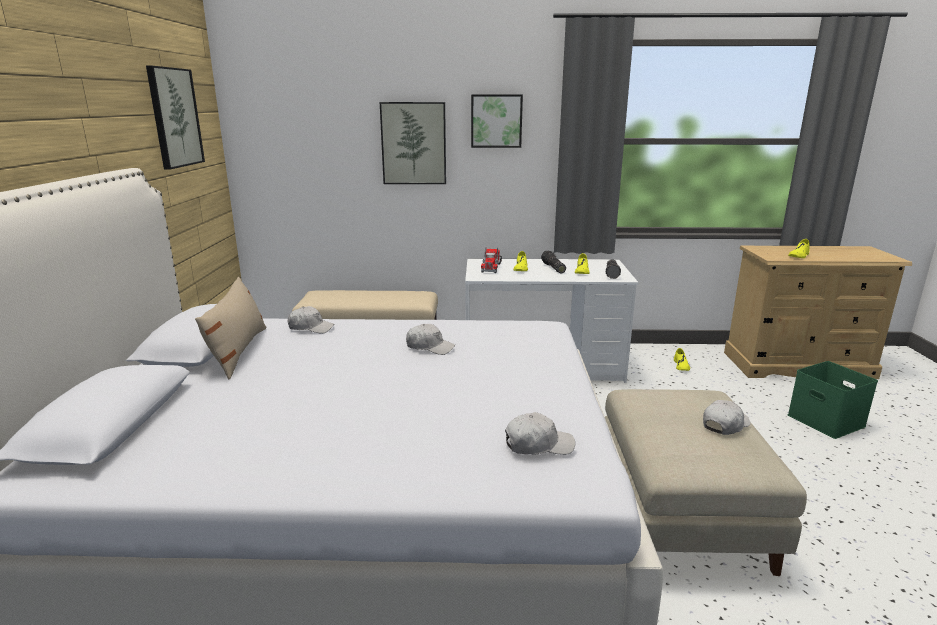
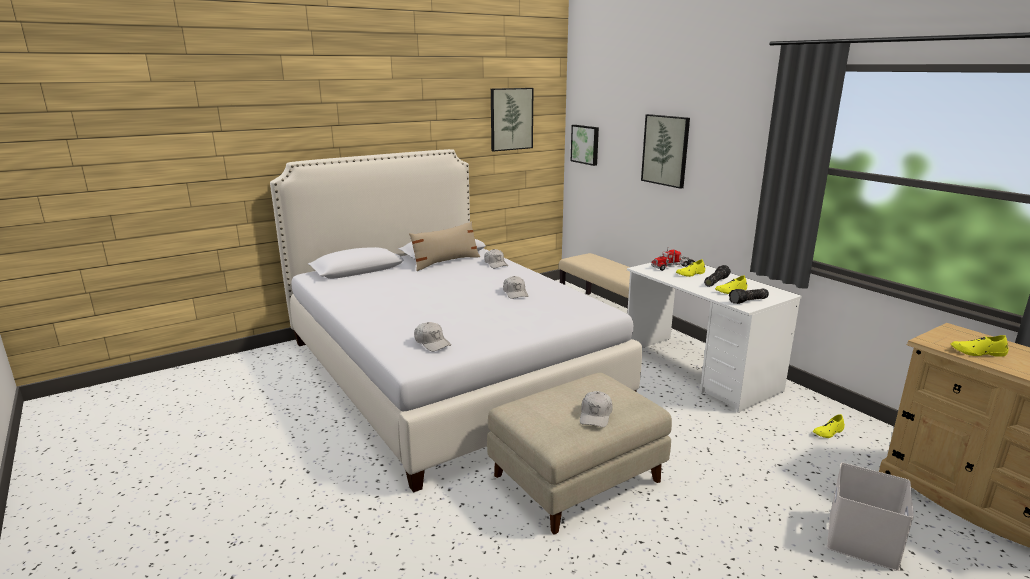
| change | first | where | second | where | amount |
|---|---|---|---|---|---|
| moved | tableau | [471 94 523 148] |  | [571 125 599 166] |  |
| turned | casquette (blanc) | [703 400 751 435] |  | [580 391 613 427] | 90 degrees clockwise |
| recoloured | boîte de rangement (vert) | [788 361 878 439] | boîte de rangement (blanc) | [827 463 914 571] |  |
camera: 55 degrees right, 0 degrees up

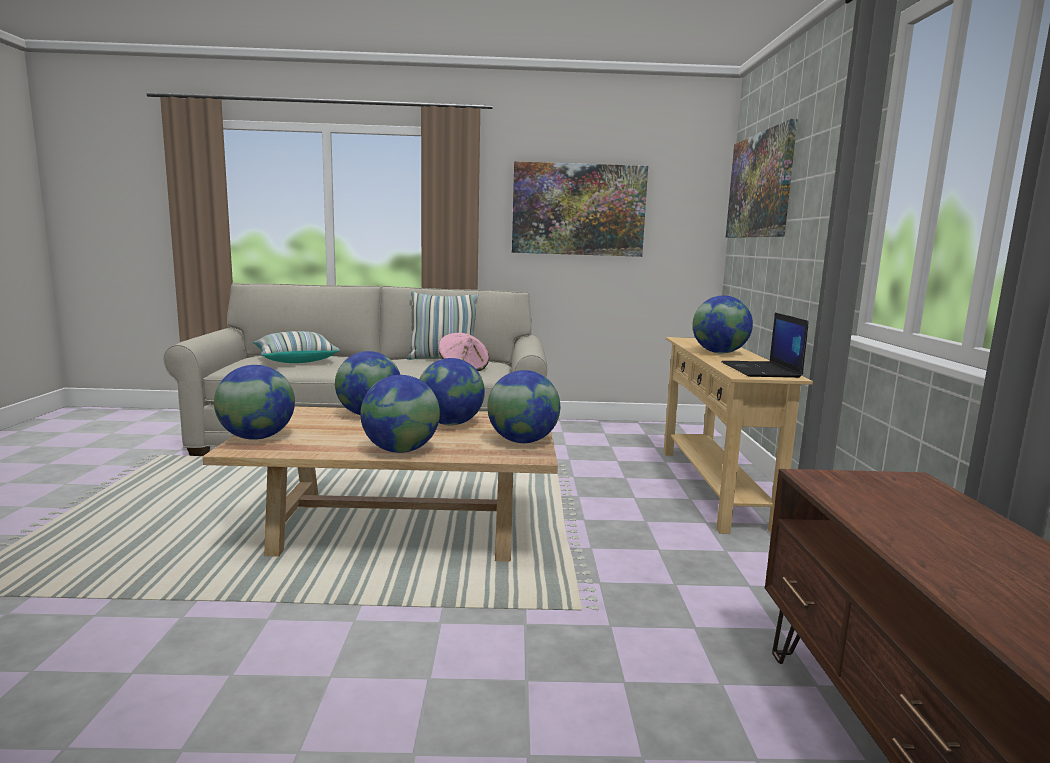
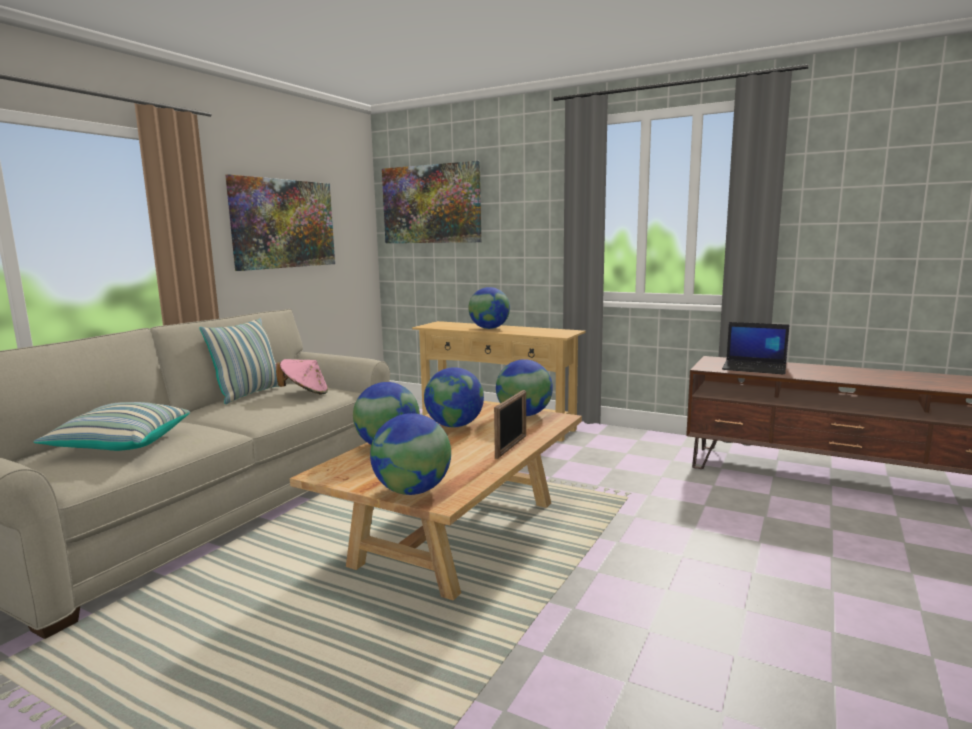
| change | first | where | second | where | amount |
|---|---|---|---|---|---|
| replaced | globe | [360 375 440 453] | cadre photo | [494 390 526 459] |  |
| moved | ordinateur portable | [721 313 809 378] |  | [722 322 789 374] |  |
camera: 60 degrees left, 0 degrees up

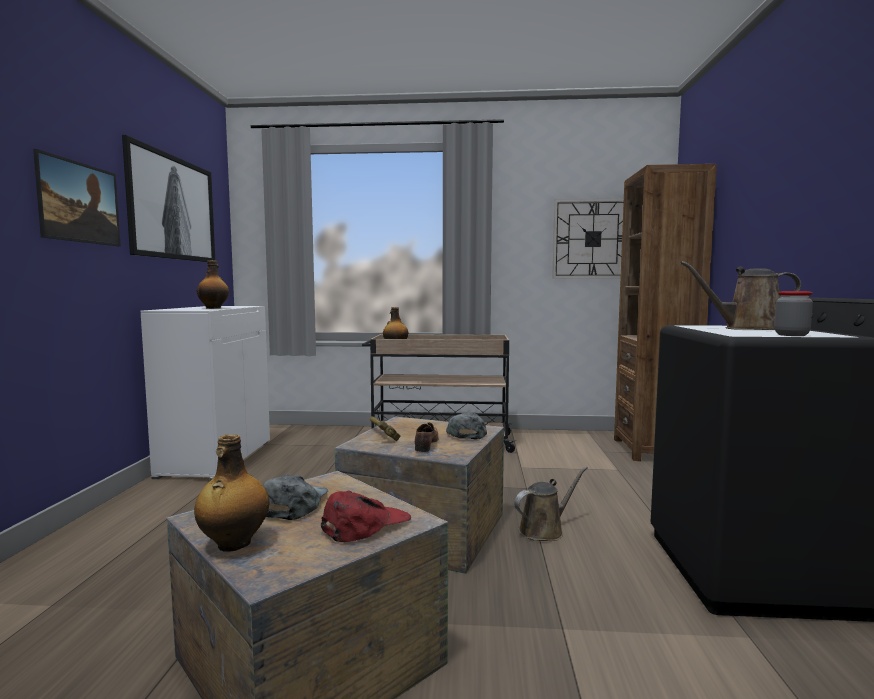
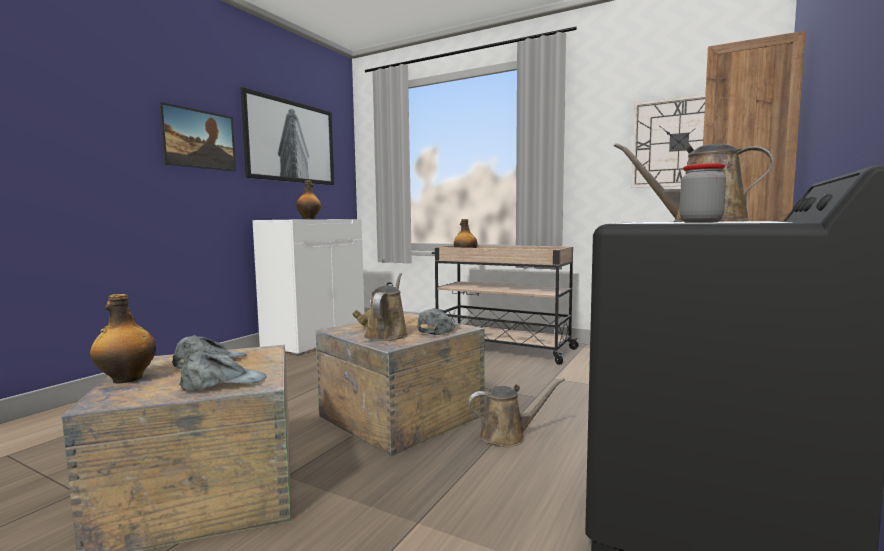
| change | first | where | second | where | amount |
|---|---|---|---|---|---|
| recoloured | casquette (rouge) | [321 491 411 542] | casquette (gris) | [179 349 267 390] |  |
| replaced | chaussure | [415 422 438 452] | arrosoir (marron) | [364 273 408 341] |  |
camera: 25 degrees right, 0 degrees up

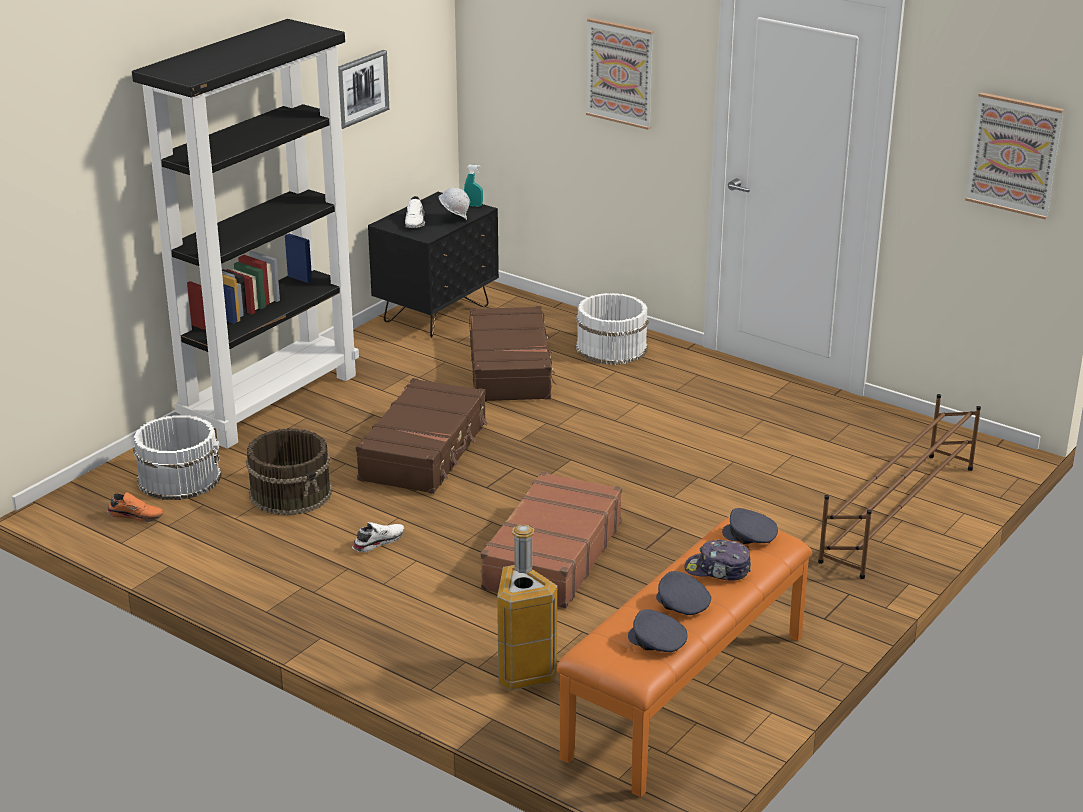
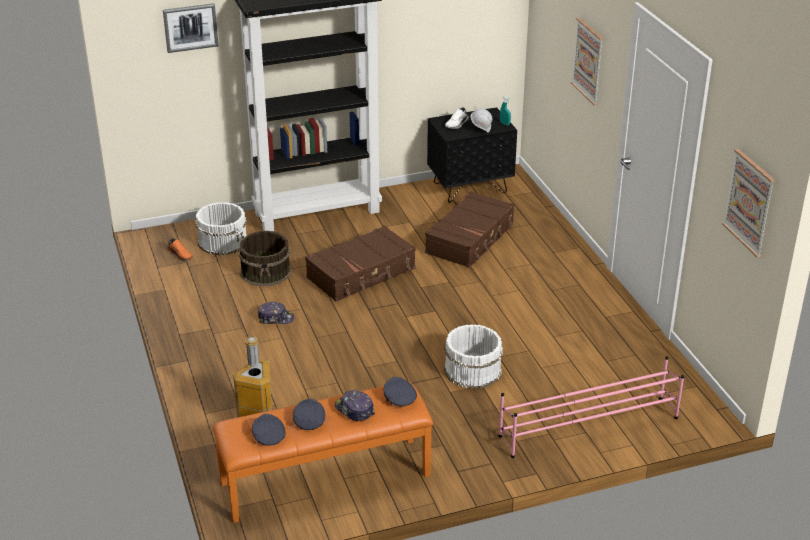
| change | first | where | second | where | amount |
|---|---|---|---|---|---|
| moved | tableau | [338 50 389 129] |  | [163 3 218 53] |  |
| replaced | chaussure (blanc) | [352 522 404 552] | casquette | [258 302 294 324] |  |
| moved | seau (blanc) | [576 293 649 365] |  | [444 324 503 389] |  |
| recoloured | étagère à chaussures (marron) | [818 394 981 579] | étagère à chaussures (rose) | [498 356 684 458] |  |
| removed | valise (marron) | [480 471 622 608] |  |  |  |
camera: 35 degrees right, 5 degrees up

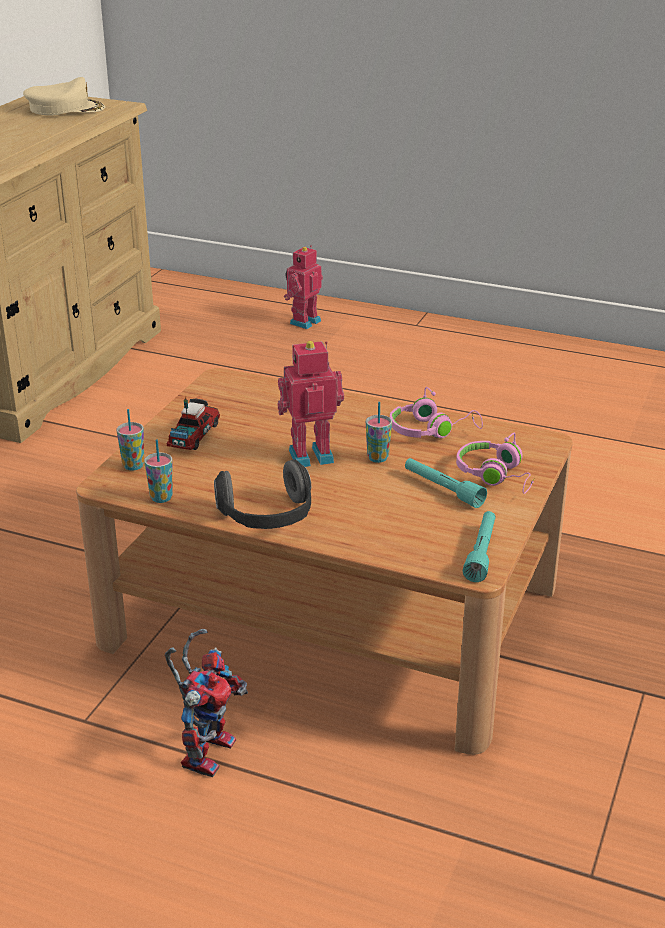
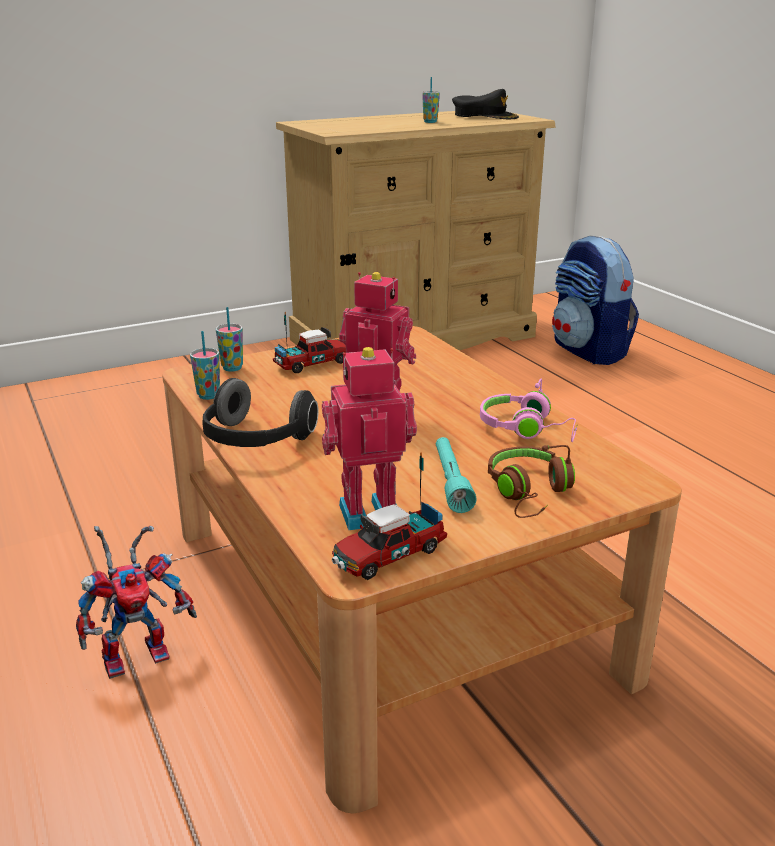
| change | first | where | second | where | amount |
|---|---|---|---|---|---|
| moved | robot jouet | [284 245 323 329] |  | [322 347 417 530] |  |
| replaced | lampe de poche (turquoise) | [463 511 496 582] | camion jouet | [332 452 447 580] |  |
| moved | tasse | [366 402 392 463] |  | [422 77 440 123] |  |
| recoloured | casquette (beige) | [23 77 105 116] | casquette (noir) | [452 89 519 119] |  |
| recoloured | casque audio (rose) | [456 433 535 494] | casque audio (marron) | [488 445 575 518] |  |
| added |  |  | sac à dos | [552 236 639 365] |  |
camera: 40 degrees right, 5 degrees down

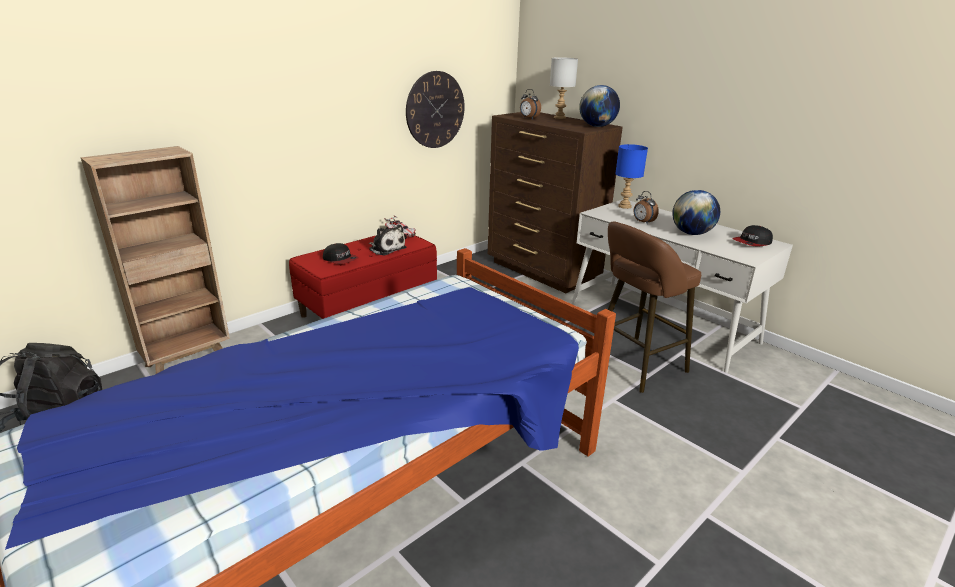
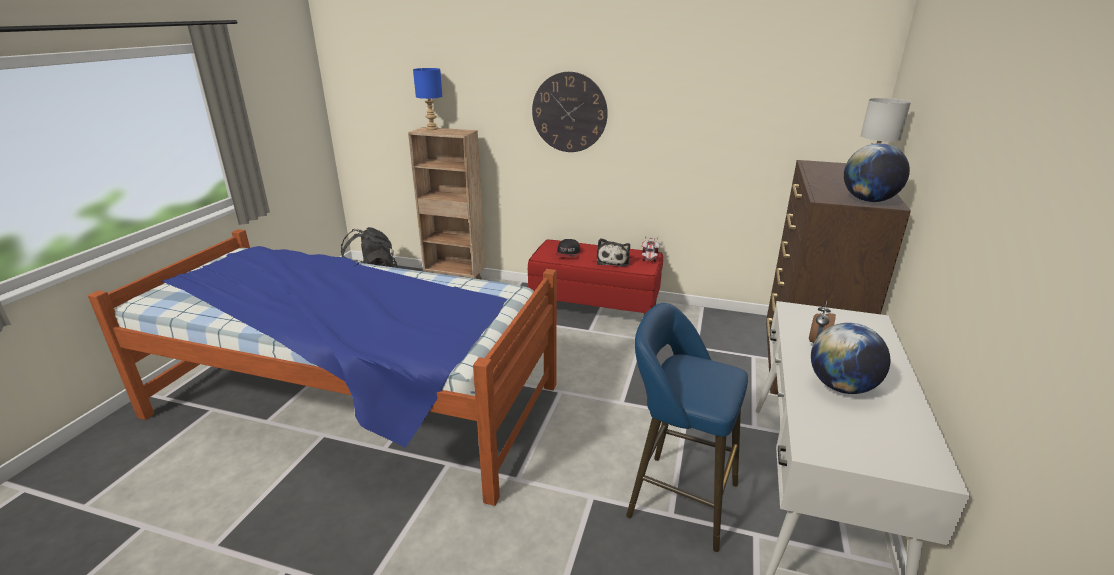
| change | first | where | second | where | amount |
|---|---|---|---|---|---|
| moved | lampe de table (bleu) | [615 144 648 209] |  | [413 68 443 130] |  |
| moved | horloge murale | [406 71 465 148] |  | [532 72 608 152] |  |
| recoloured | tabouret (marron) | [608 221 701 393] | tabouret (bleu) | [626 303 748 552] |  |
| removed | réveil | [520 89 541 119] |  |  |  |
| removed | casquette | [732 225 773 247] |  |  |  |
camera: 60 degrees right, 0 degrees up

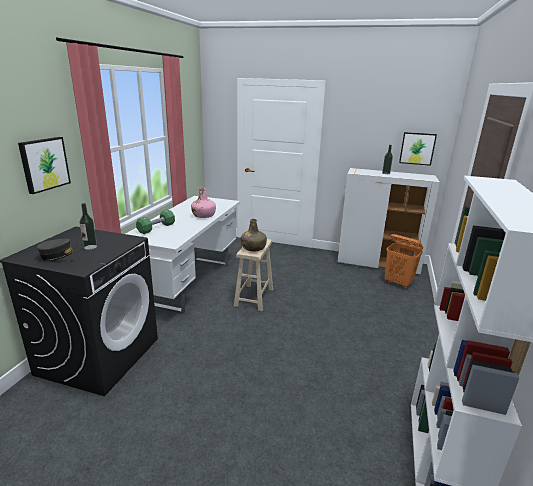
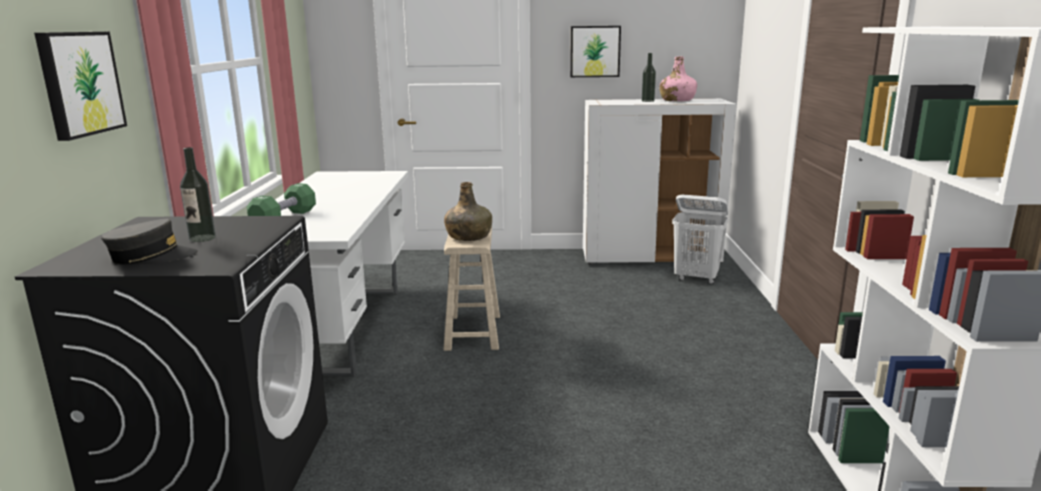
| change | first | where | second | where | amount |
|---|---|---|---|---|---|
| moved | tableau | [399 132 437 166] |  | [570 26 621 77] |  |
| moved | bouteille (rose) | [191 188 216 218] |  | [659 56 697 101] |  |
| recoloured | panier à linge (orange) | [385 234 423 289] | panier à linge (blanc) | [672 195 728 284] |  |
camera: 15 degrees left, 5 degrees down

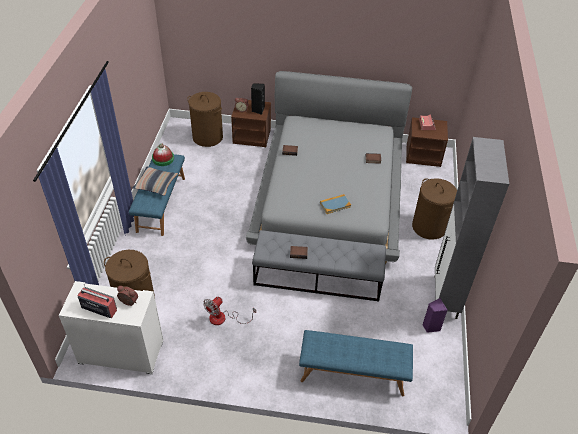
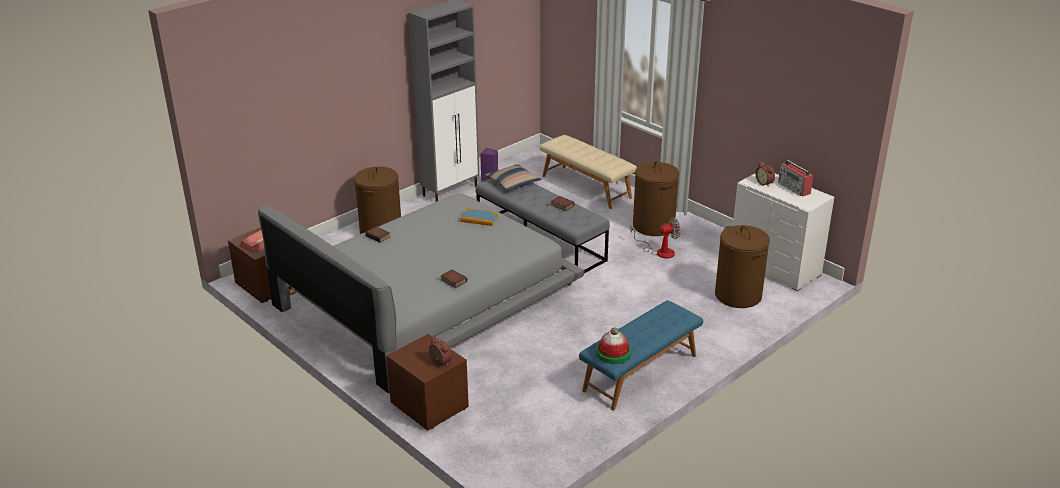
| change | first | where | second | where | amount |
|---|---|---|---|---|---|
| moved | coussin | [132 167 178 196] |  | [485 164 542 191] |  |
| recoloured | banc (bleu) | [299 330 413 397] | banc (beige) | [539 135 637 209] |  |
| moved | panier à linge (marron) | [187 92 223 147] |  | [633 161 679 236] |  |
| removed | enceinte (noir) | [251 84 265 114] |  |  |  |
camera: 140 degrees left, 15 degrees down

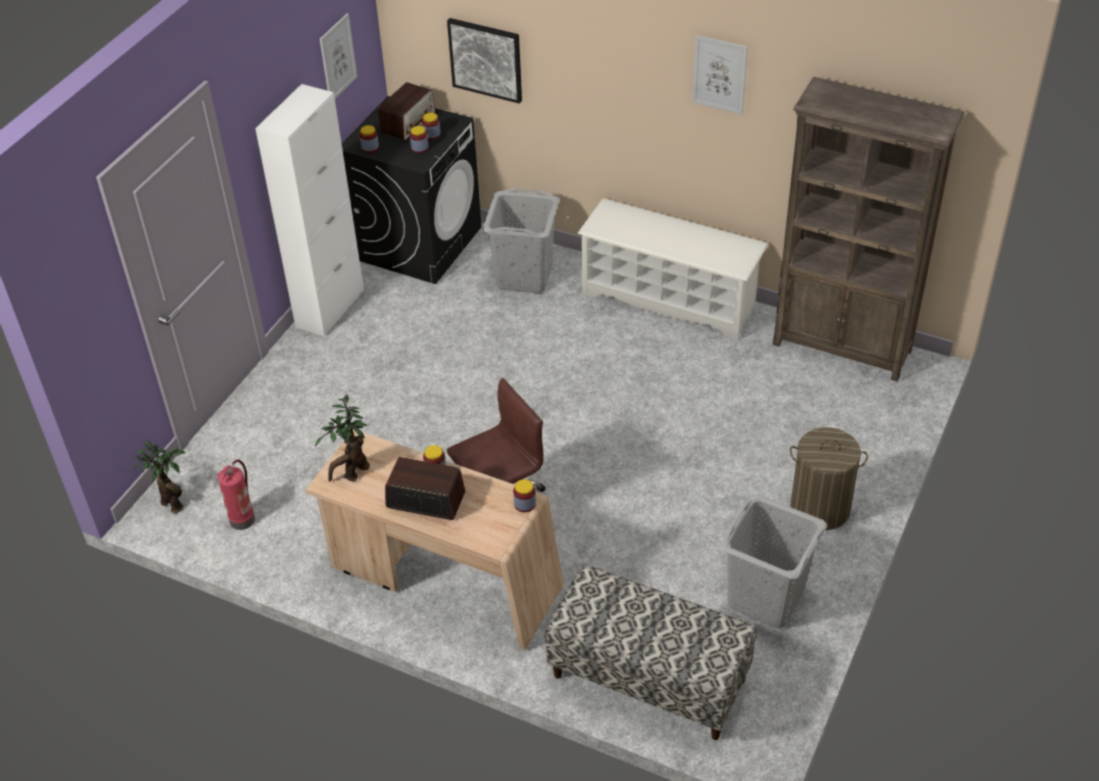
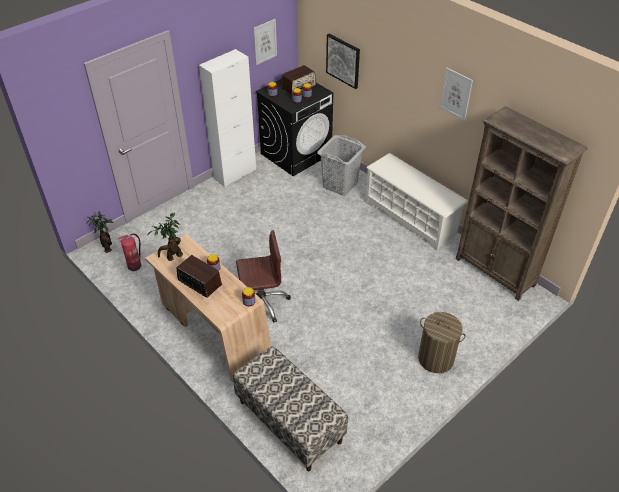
| change | first | where | second | where | amount |
|---|---|---|---|---|---|
| removed | panier à linge (gris) | [720 494 827 629] |  |  |  |
camera: 20 degrees right, 0 degrees up

